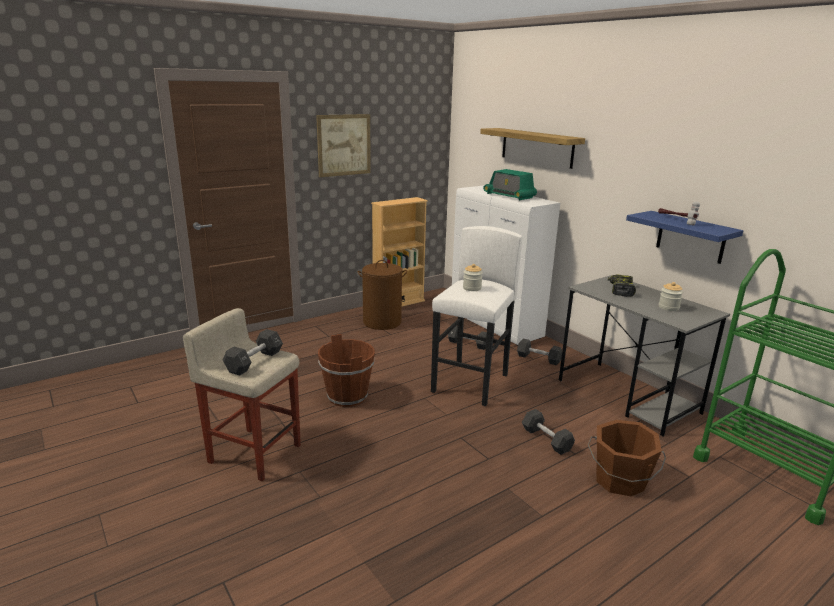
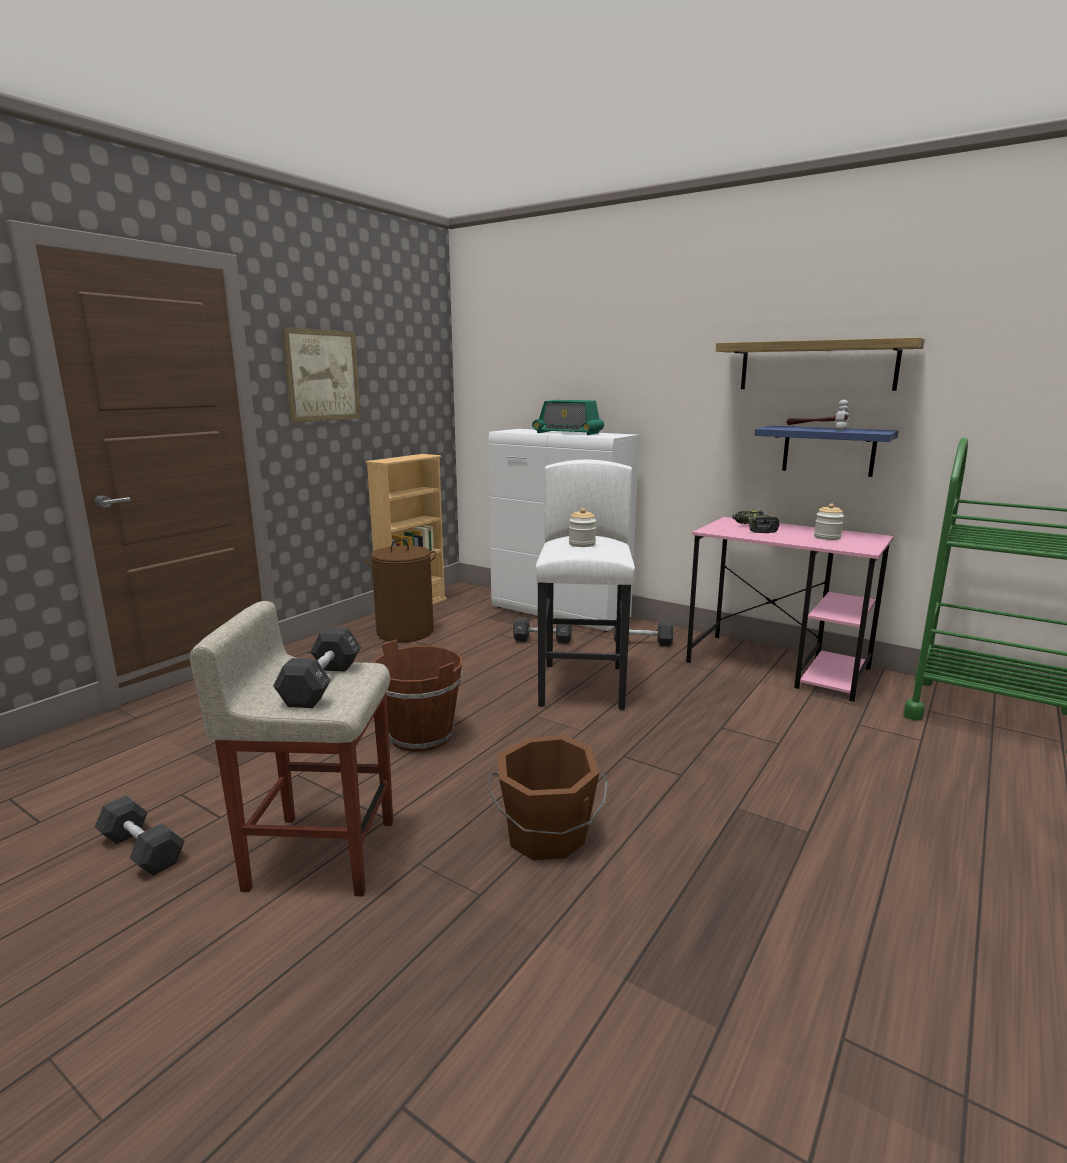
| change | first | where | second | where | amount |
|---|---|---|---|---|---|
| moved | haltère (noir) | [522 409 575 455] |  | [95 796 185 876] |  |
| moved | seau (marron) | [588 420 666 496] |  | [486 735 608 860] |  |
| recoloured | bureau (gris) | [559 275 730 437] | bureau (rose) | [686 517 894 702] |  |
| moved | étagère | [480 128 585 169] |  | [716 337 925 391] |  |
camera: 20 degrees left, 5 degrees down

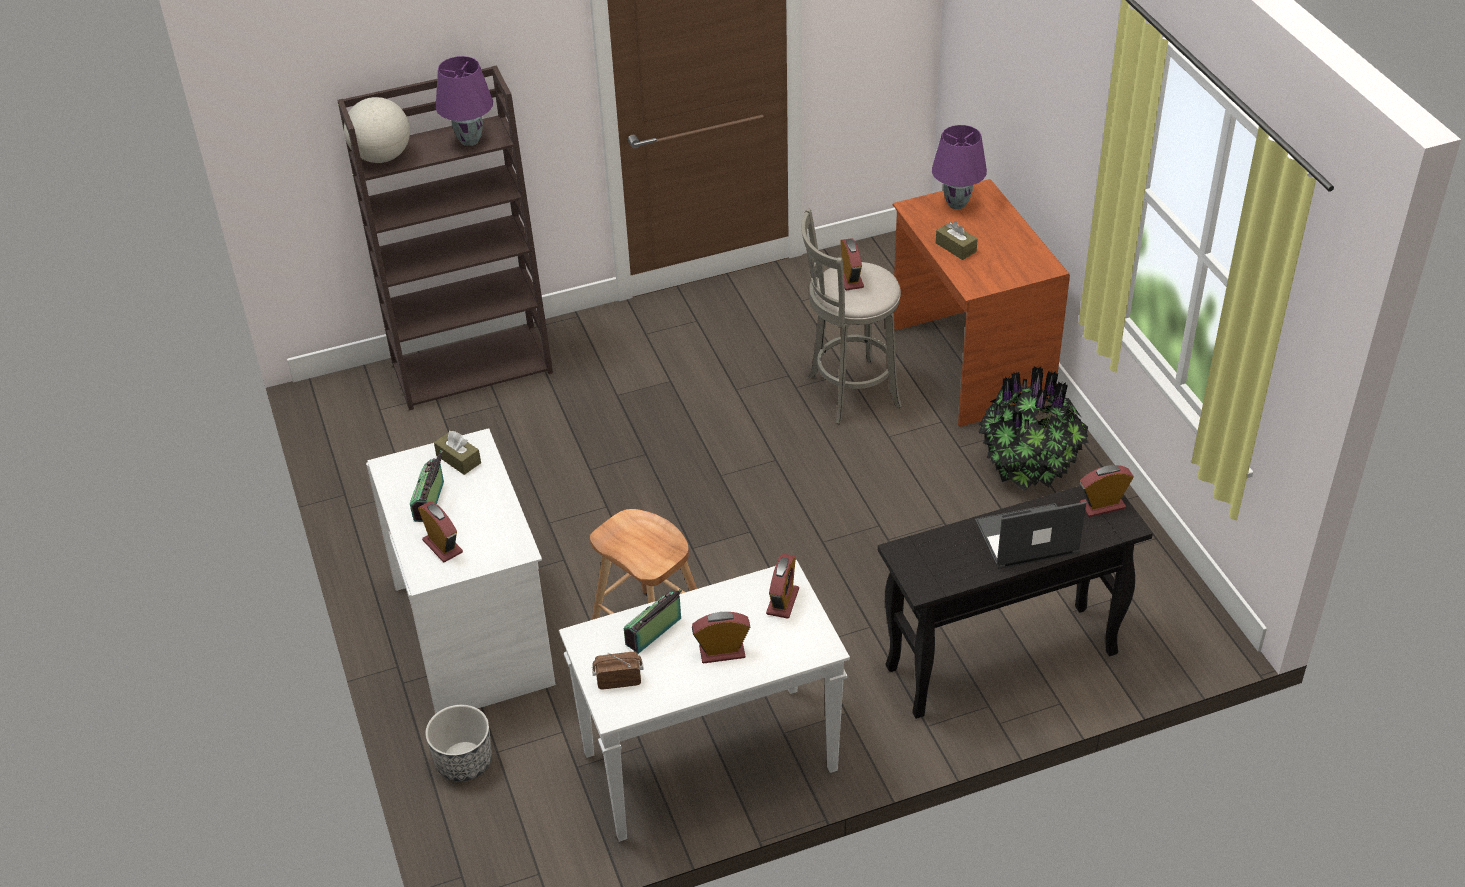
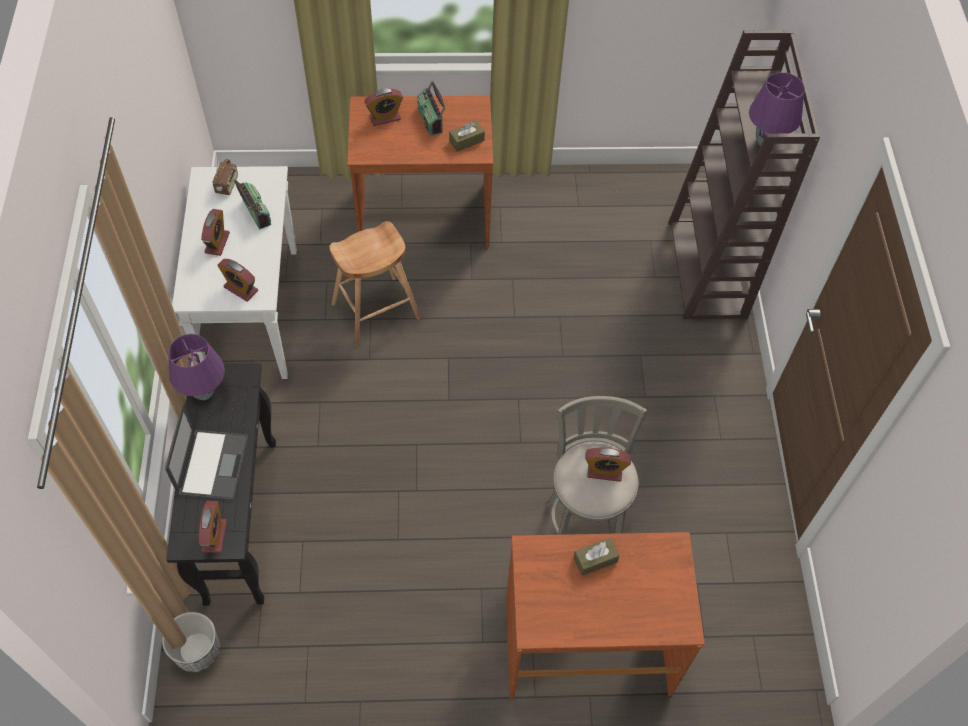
| change | first | where | second | where | amount |
|---|---|---|---|---|---|
| moved | cache-pot | [425 705 492 781] |  | [162 612 220 672] |  |
| moved | lampe de table (violet) | [932 125 987 209] |  | [168 334 225 400] |  |
| recoloured | bureau (blanc) | [366 428 555 714] | bureau (marron) | [347 96 493 247] |  |
| turned | radio | [410 450 444 522] |  | [417 81 446 136] | 135 degrees counterclockwise |
| removed | globe | [344 97 410 163] |  |  |  |
| removed | plante en pot | [978 366 1089 491] |  |  |  |
camera: 105 degrees right, 15 degrees up

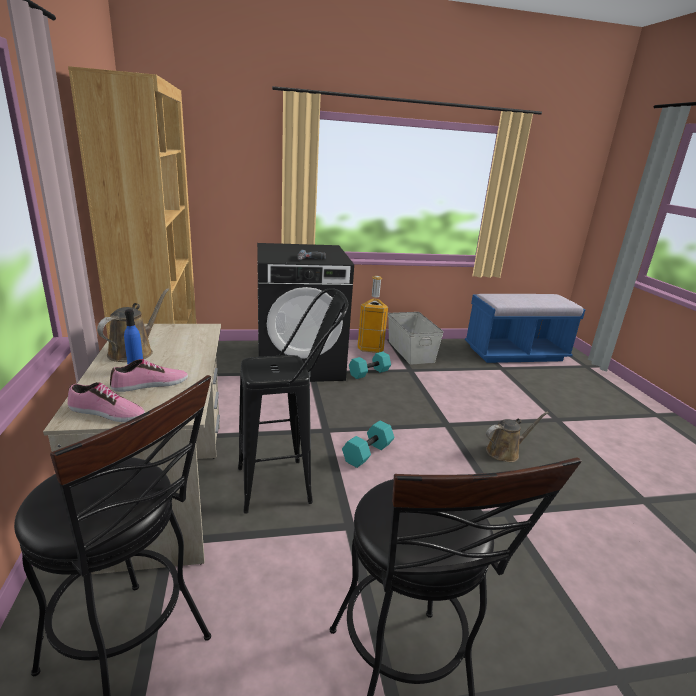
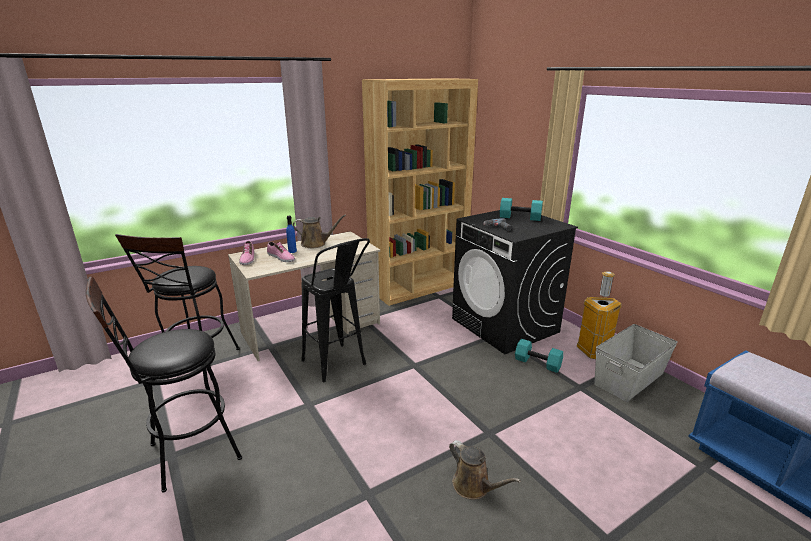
| change | first | where | second | where | amount |
|---|---|---|---|---|---|
| moved | haltère (turquoise) | [342 421 394 468] |  | [500 198 543 221] |  |
camera: 70 degrees right, 0 degrees up

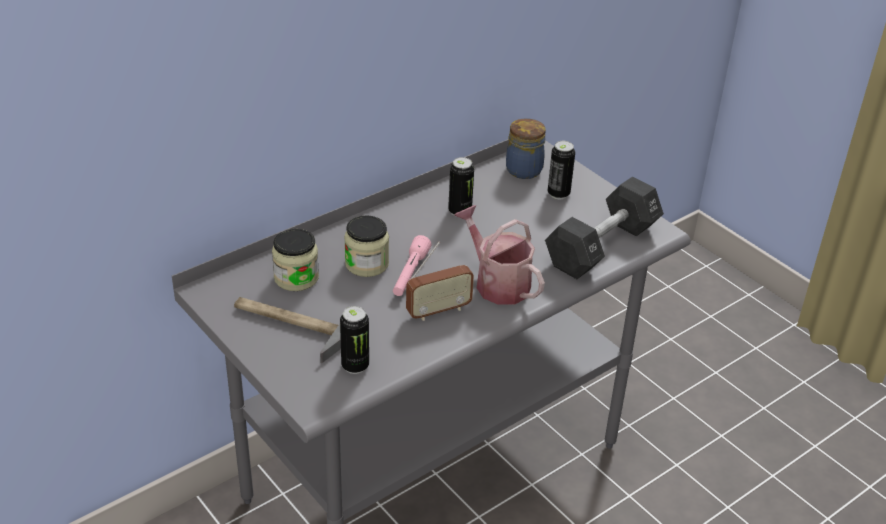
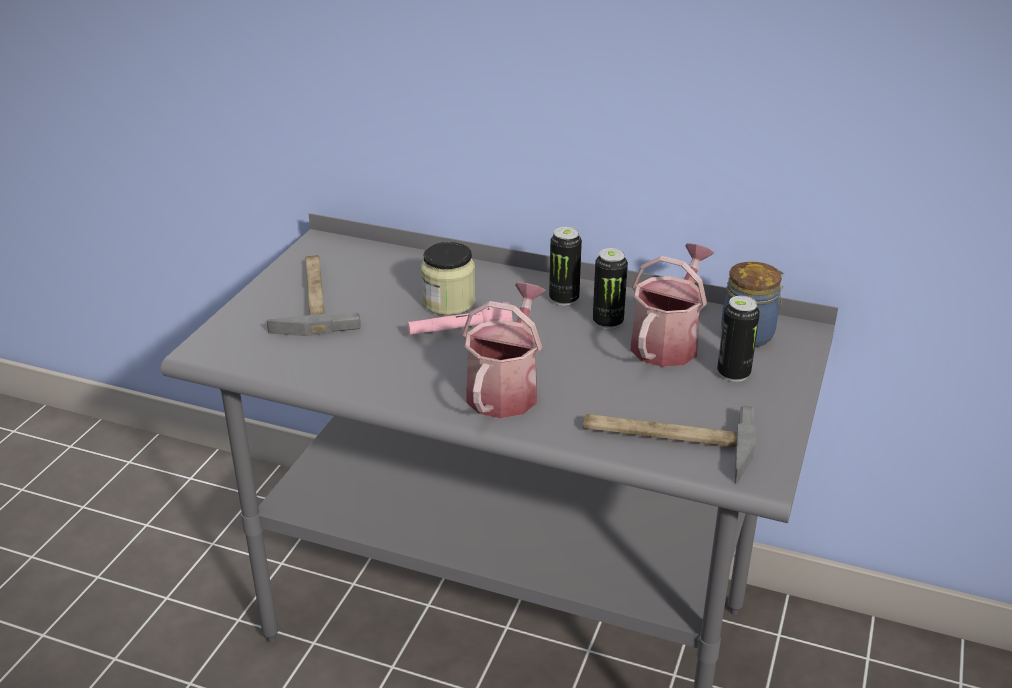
| change | first | where | second | where | amount |
|---|---|---|---|---|---|
| moved | boîte métallique | [340 306 369 374] |  | [549 227 582 306] |  |
| replaced | haltère (noir) | [545 177 664 279] | marteau | [583 406 756 483] |  |
| added |  |  | arrosoir | [630 243 714 367] |  |
| removed | bocal | [272 229 319 291] |  |  |  |
| removed | radio | [406 241 474 321] |  |  |  |
camera: 60 degrees right, 5 degrees down

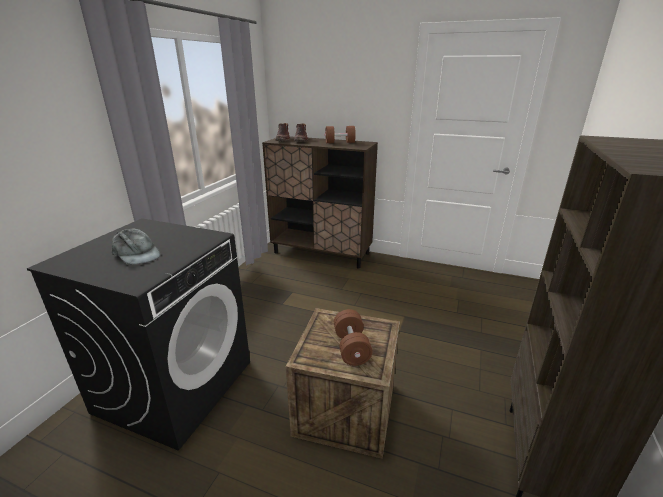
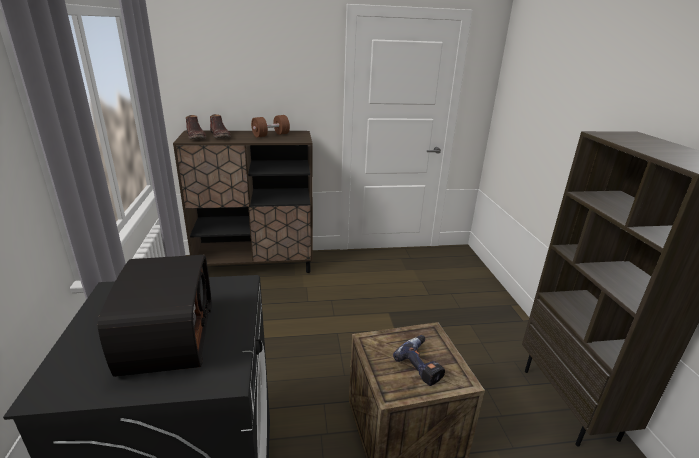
| change | first | where | second | where | amount |
|---|---|---|---|---|---|
| replaced | casquette (gris) | [112 229 161 265] | radio | [97 255 212 377] |  |
| replaced | haltère (marron) | [334 309 372 366] | perceuse | [393 335 445 386] |  |
camera: 30 degrees left, 0 degrees up

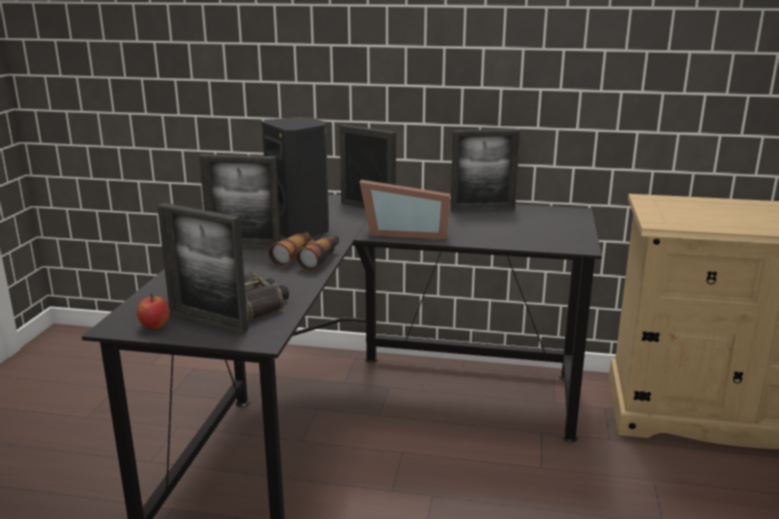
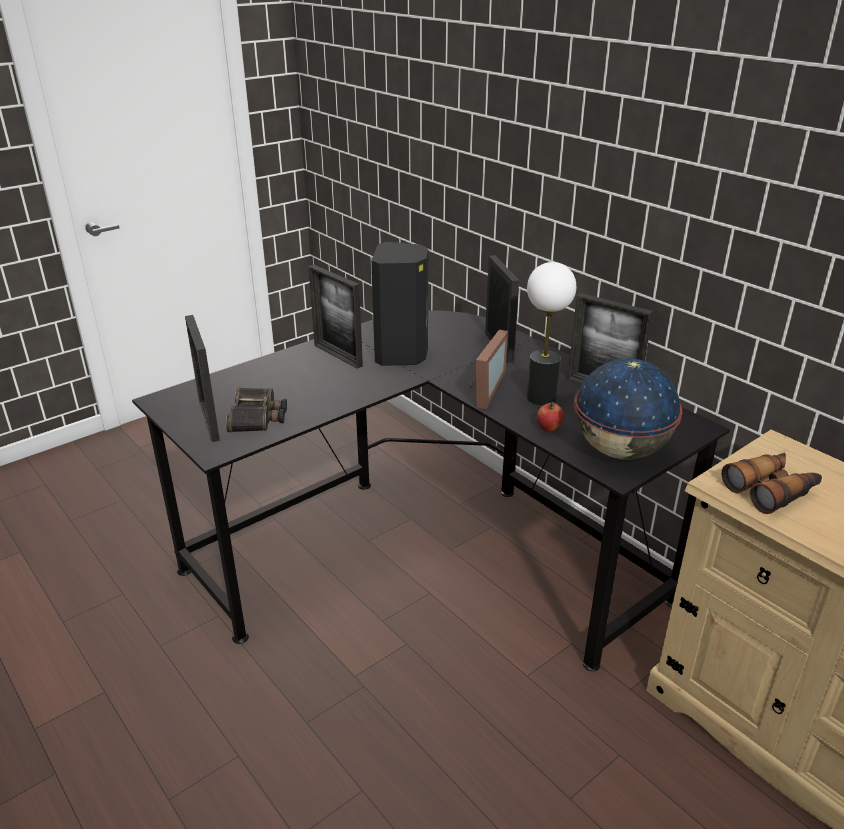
| change | first | where | second | where | amount |
|---|---|---|---|---|---|
| turned | cadre photo | [359 180 450 239] |  | [468 330 508 409] | 120 degrees counterclockwise |
| added |  |  | lampe de table | [527 262 576 405] |  |
| moved | pomme | [137 293 170 329] |  | [537 402 564 432] |  |
| added |  |  | globe | [574 358 682 459] |  |
| moved | jumelles | [268 232 339 271] |  | [722 453 822 514] |  |
camera: 40 degrees right, 10 degrees up

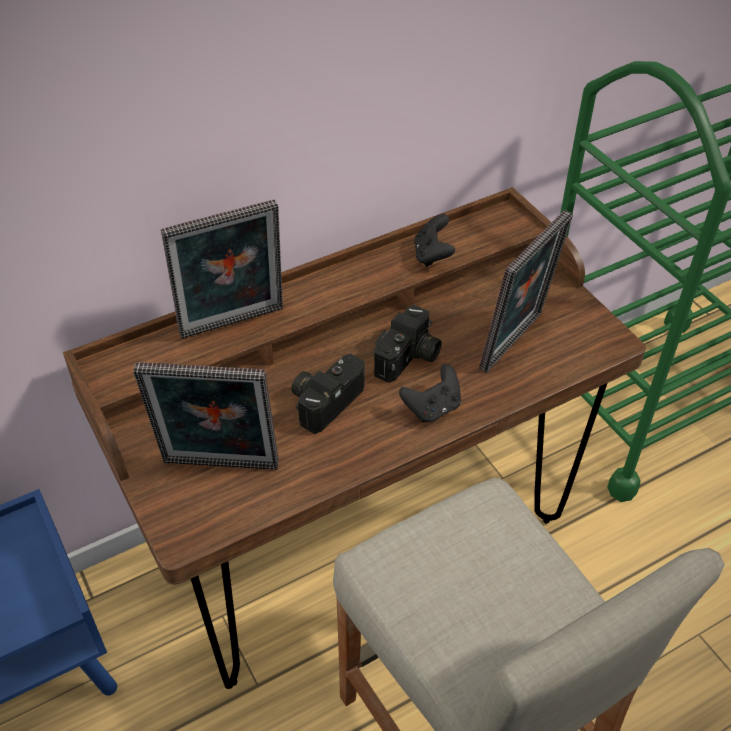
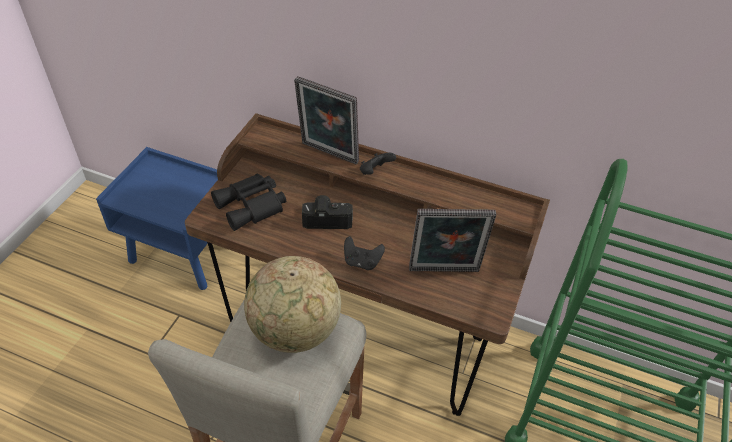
| change | first | where | second | where | amount |
|---|---|---|---|---|---|
| replaced | cadre photo | [133 362 279 470] | jumelles (noir) | [211 174 286 231] |  |
| added |  |  | globe | [244 256 341 353] |  |
| moved | manette (noir) | [414 214 455 267] |  | [360 153 396 175] |  |
| removed | appareil photo | [374 305 442 383] |  |  |  |
camera: 50 degrees right, 0 degrees up

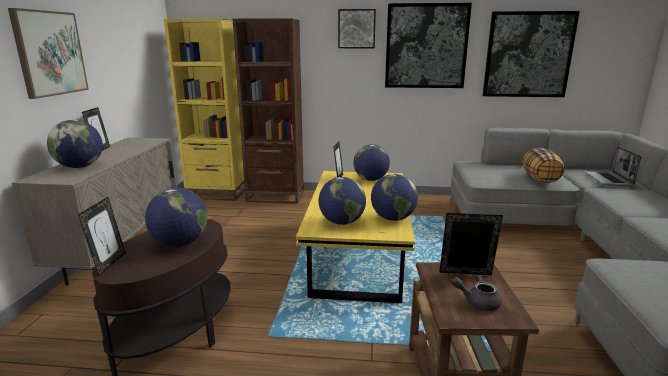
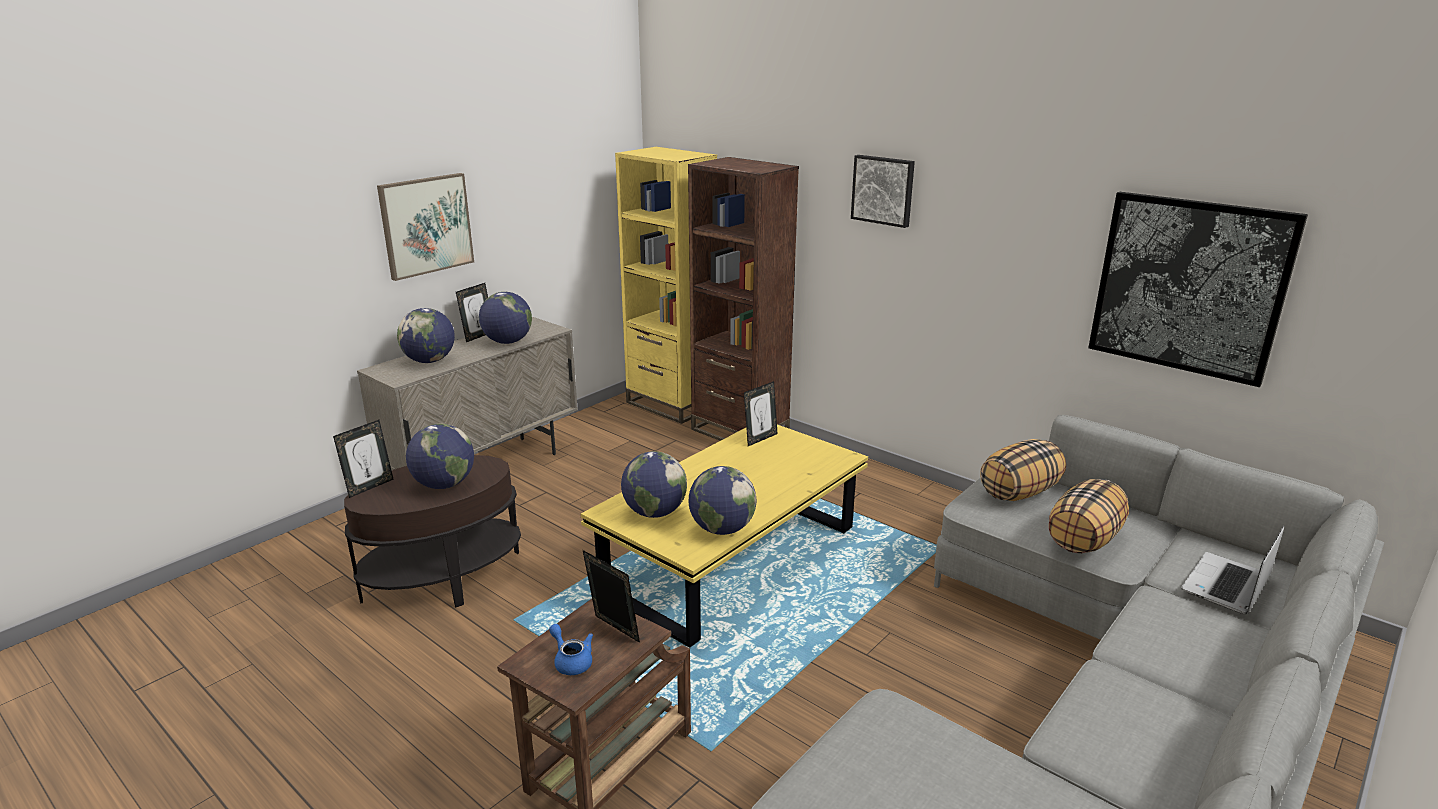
| change | first | where | second | where | amount |
|---|---|---|---|---|---|
| moved | globe | [353 144 390 181] |  | [479 292 532 344] |  |
| recoloured | théière (gris) | [451 275 501 311] | théière (bleu) | [549 624 593 675] |  |
| added |  |  | coussin | [980 439 1066 501] |  |
| removed | tableau | [385 3 472 88] |  |  |  |
camera: 35 degrees right, 5 degrees up

